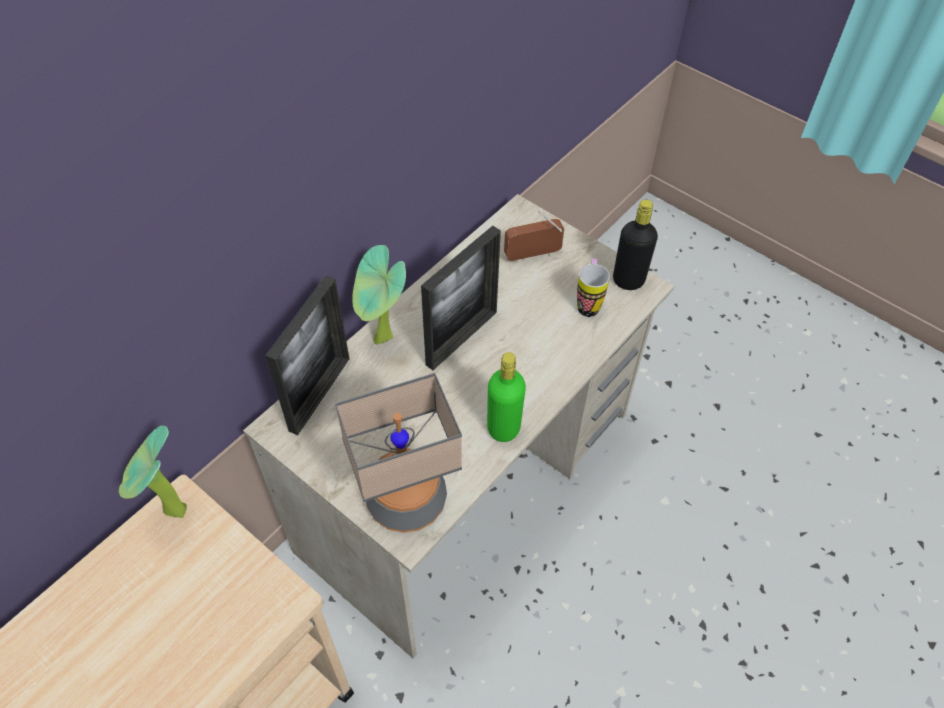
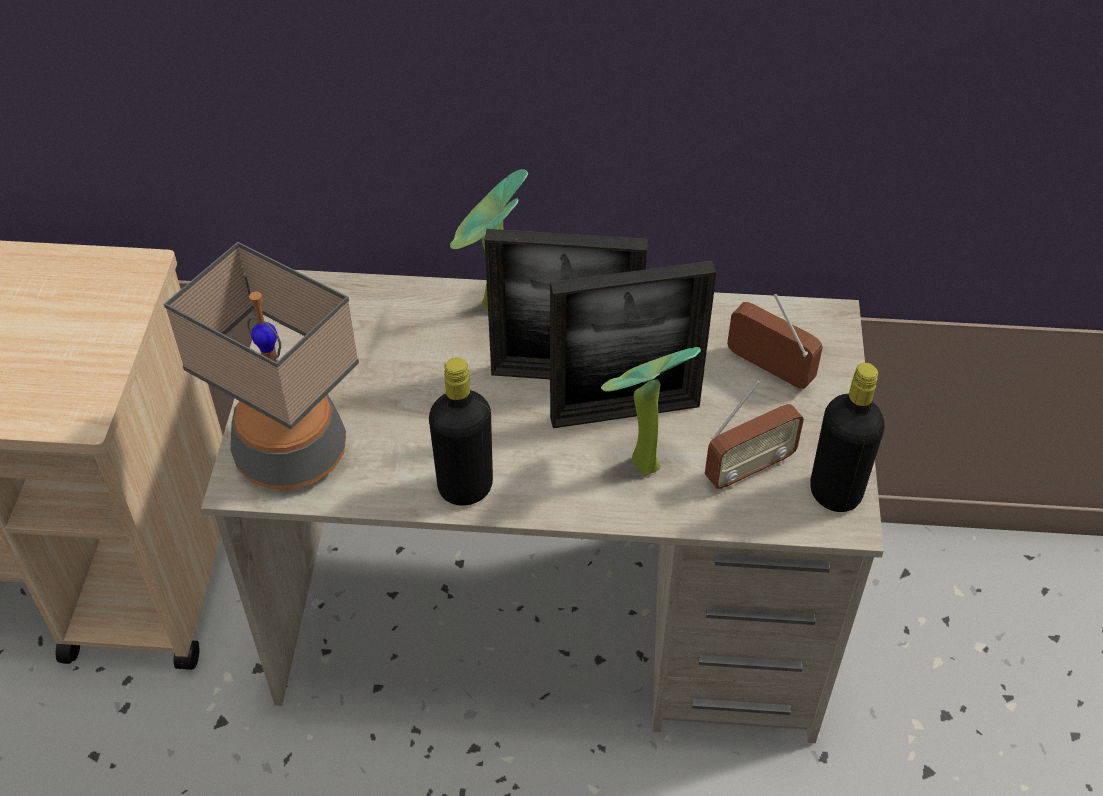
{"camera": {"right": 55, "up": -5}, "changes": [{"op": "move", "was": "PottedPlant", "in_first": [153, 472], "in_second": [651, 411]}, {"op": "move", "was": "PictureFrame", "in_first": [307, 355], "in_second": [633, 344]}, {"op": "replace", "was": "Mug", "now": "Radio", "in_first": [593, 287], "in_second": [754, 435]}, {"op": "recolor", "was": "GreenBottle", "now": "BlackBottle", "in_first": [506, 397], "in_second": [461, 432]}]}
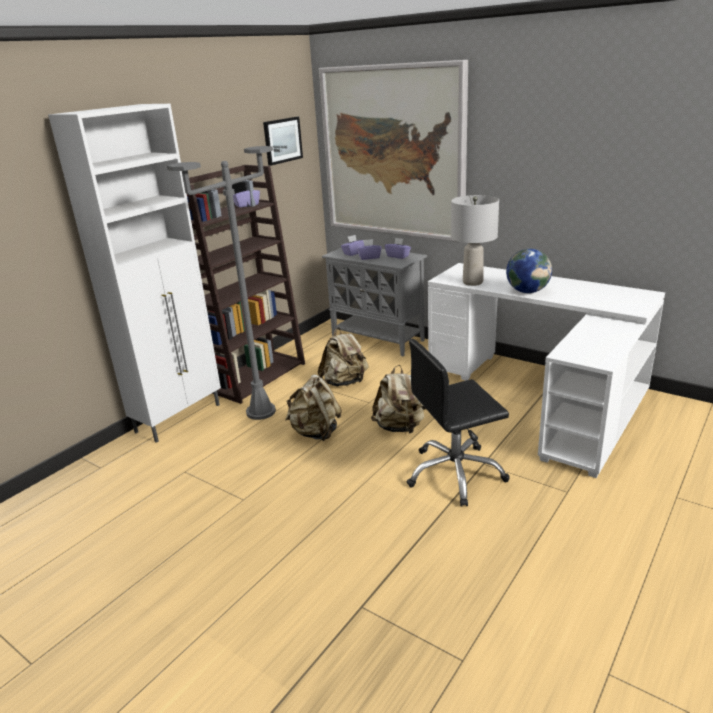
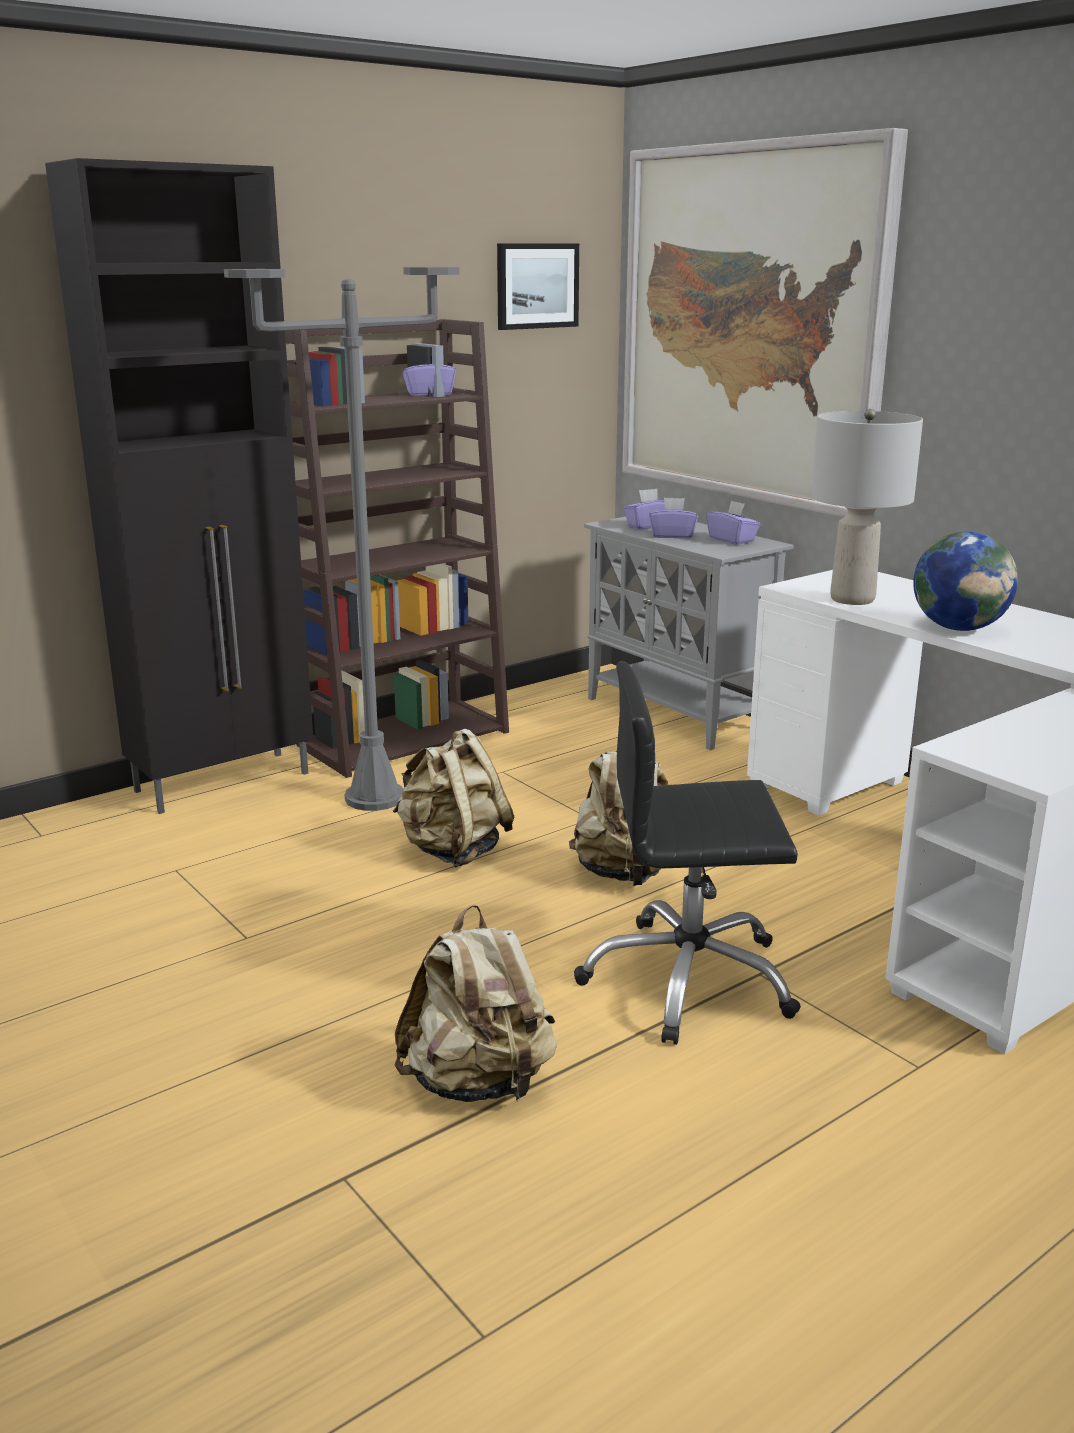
{"camera": {"right": 15, "up": -5}, "changes": [{"op": "move", "was": "BeigeBackpack", "in_first": [343, 357], "in_second": [476, 1003]}, {"op": "recolor", "was": "WhiteCabinet", "now": "BlackCabinet", "in_first": [134, 273], "in_second": [179, 486]}]}
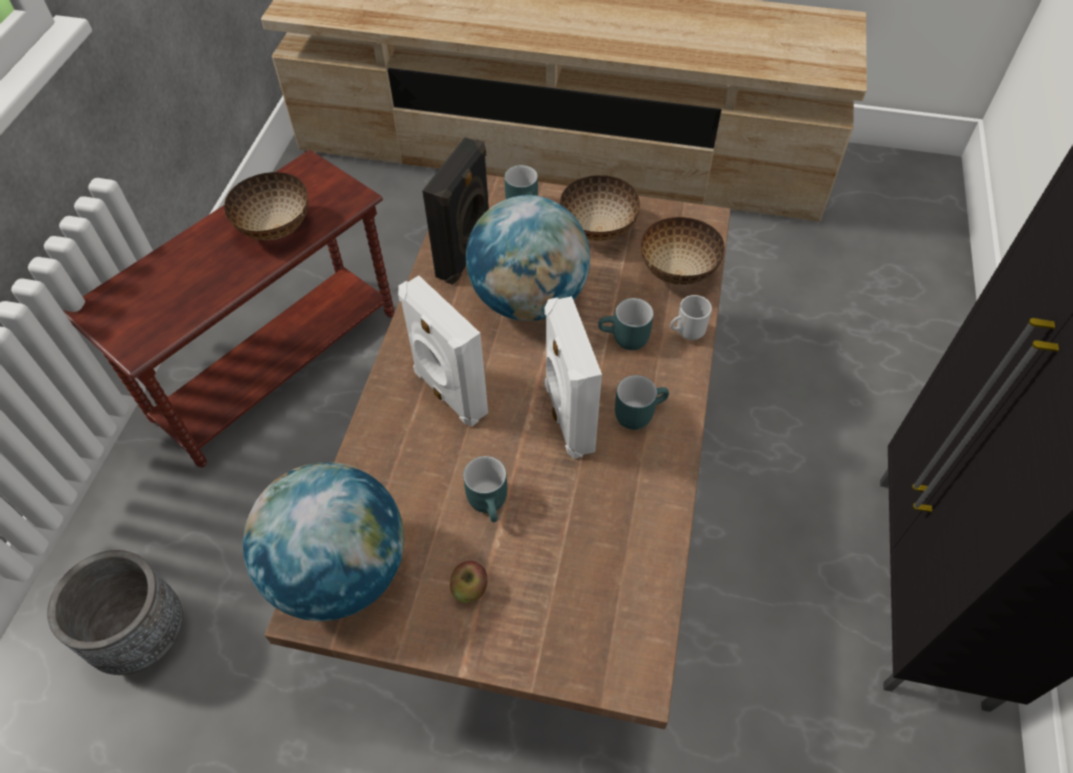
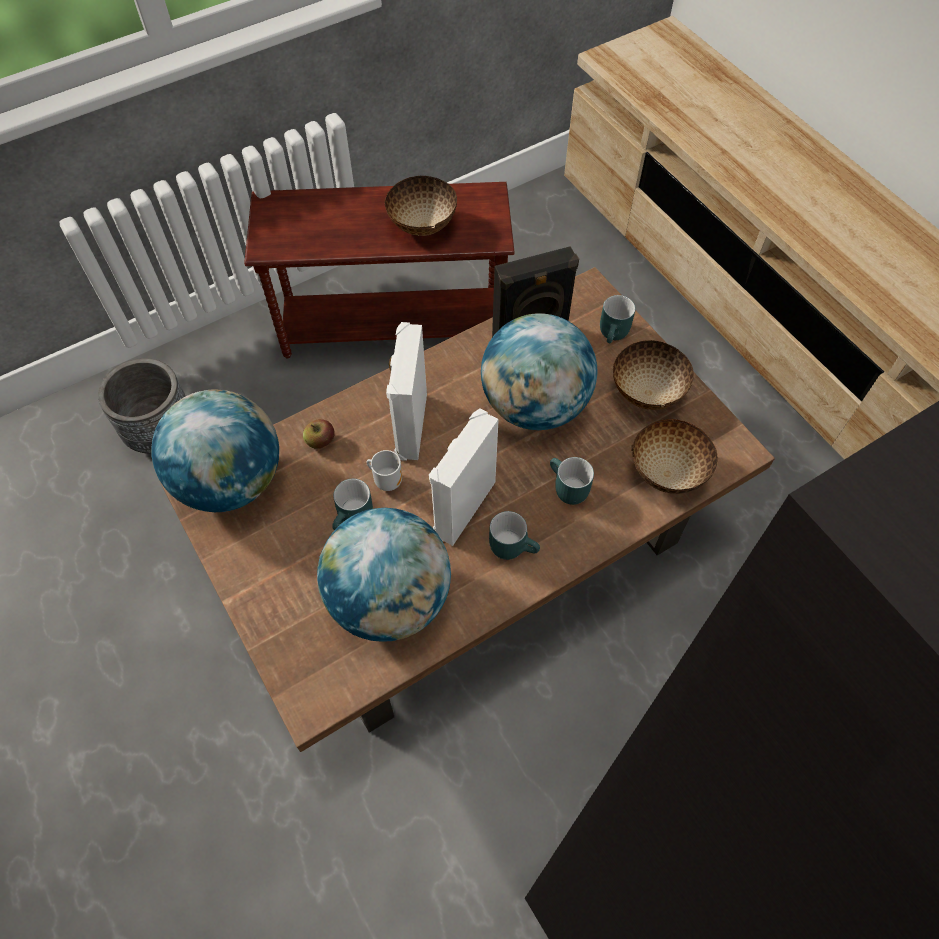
{"camera": {"right": 45, "up": 5}, "changes": [{"op": "insert", "now": "Globe", "in_second": [384, 575]}, {"op": "move", "was": "Apple", "in_first": [469, 582], "in_second": [319, 434]}, {"op": "move", "was": "Mug", "in_first": [691, 317], "in_second": [384, 470]}]}
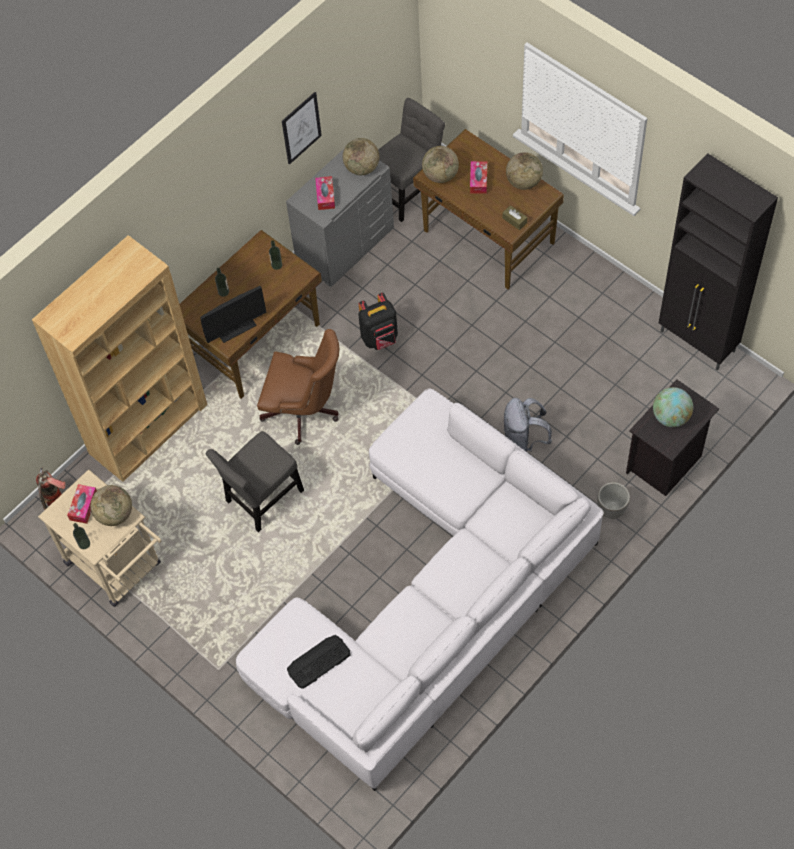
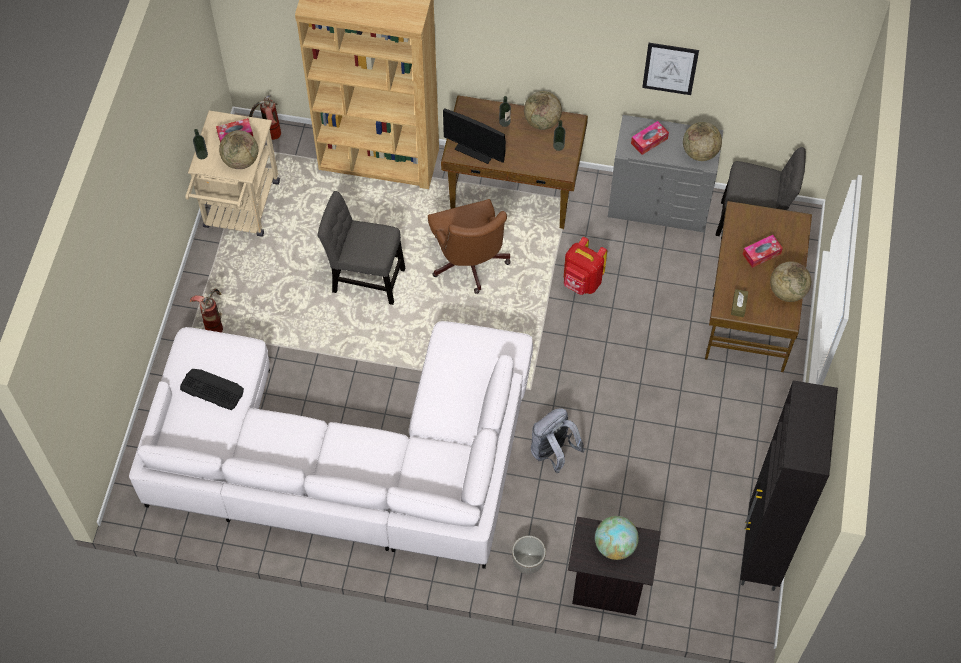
{"camera": {"right": 55, "up": 0}, "changes": [{"op": "insert", "now": "FireExtinguisher", "in_second": [206, 311]}, {"op": "move", "was": "Globe", "in_first": [440, 164], "in_second": [543, 110]}, {"op": "recolor", "was": "BlackBackpack", "now": "RedBackpack", "in_first": [378, 321], "in_second": [585, 266]}]}
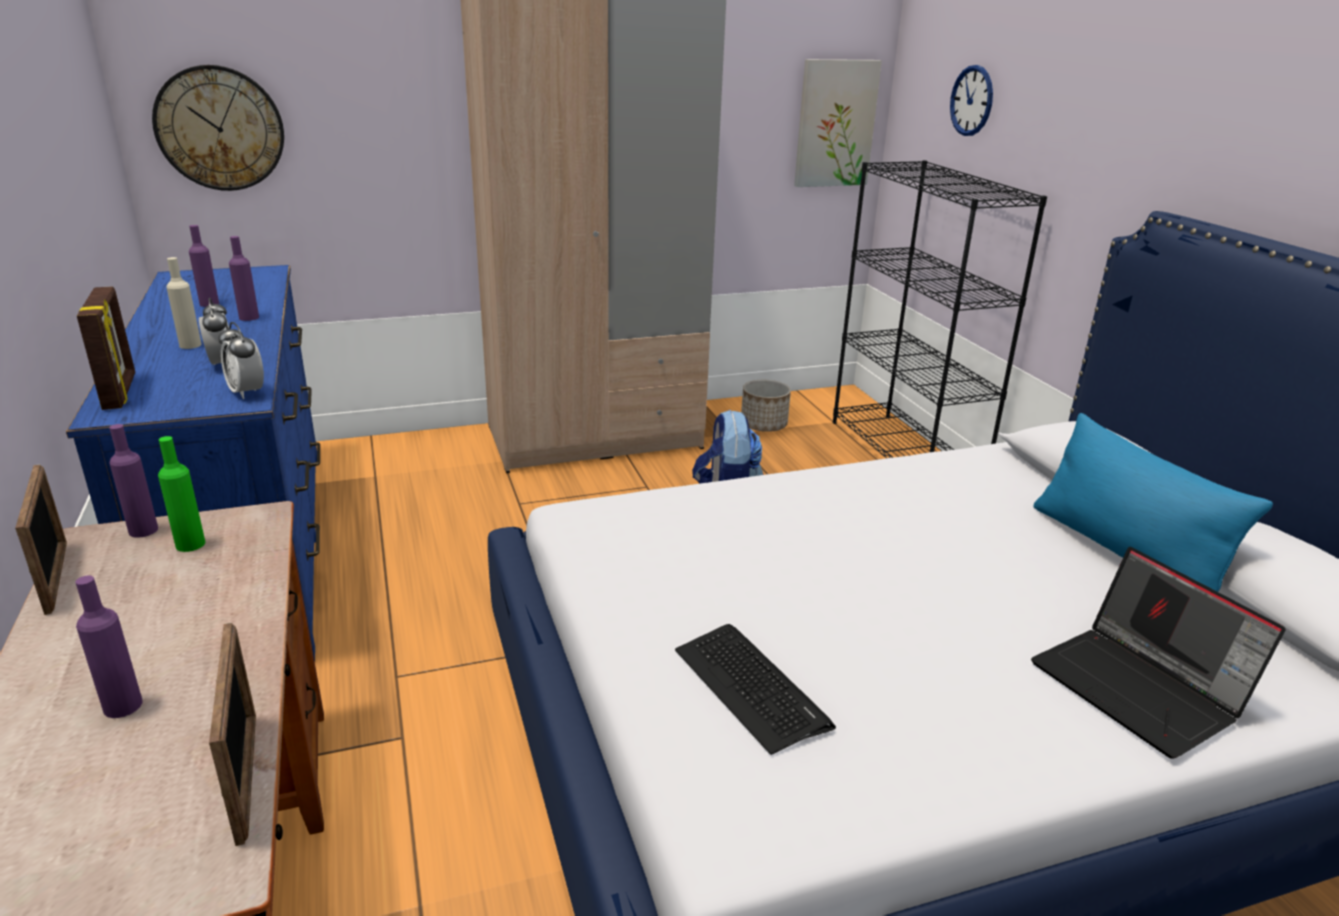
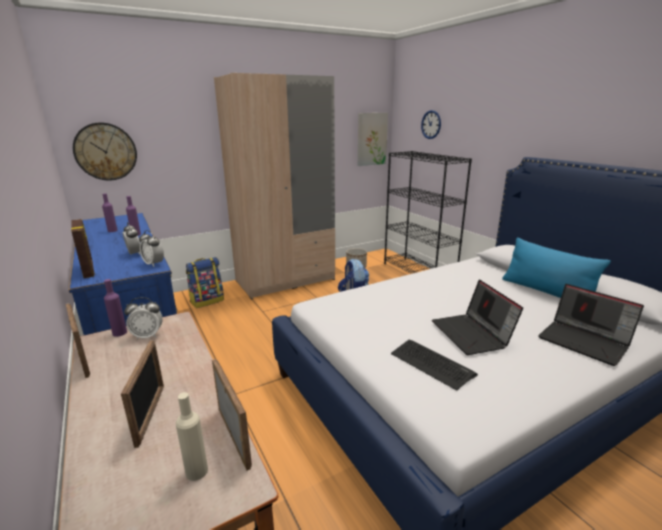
{"camera": {"right": -10, "up": -5}, "changes": [{"op": "insert", "now": "Backpack", "in_second": [205, 282]}, {"op": "insert", "now": "Laptop", "in_second": [477, 317]}, {"op": "move", "was": "BeigeBottle", "in_first": [184, 303], "in_second": [192, 436]}, {"op": "replace", "was": "PurpleBottle", "now": "PictureFrame", "in_first": [109, 647], "in_second": [142, 394]}, {"op": "replace", "was": "GreenBottle", "now": "AlarmClock", "in_first": [181, 494], "in_second": [143, 318]}]}
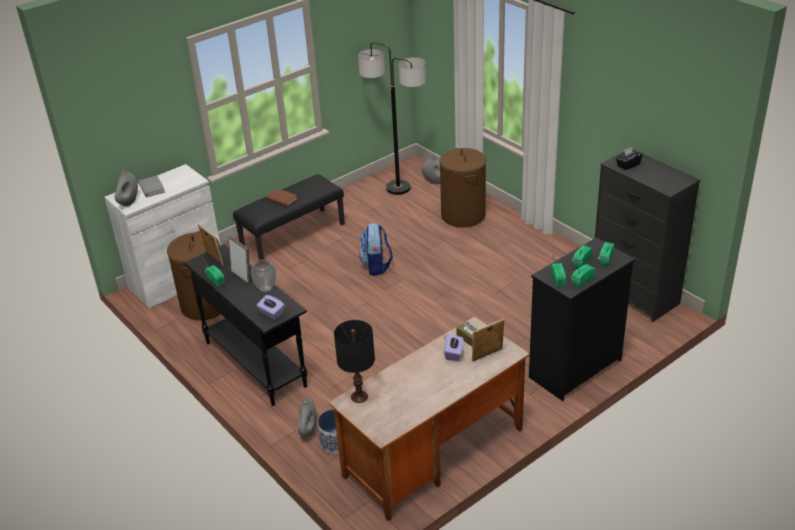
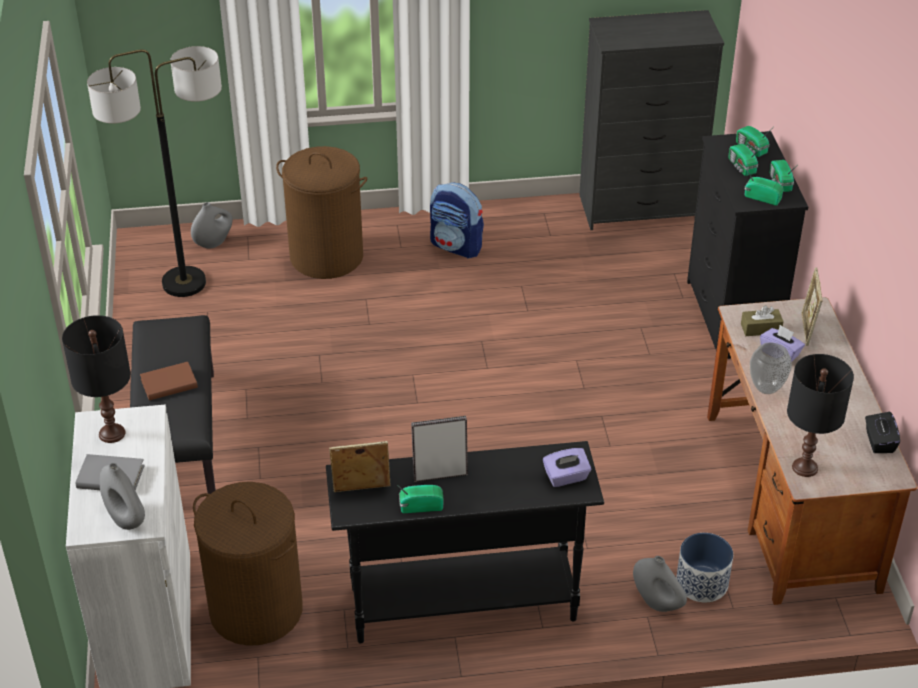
{"camera": {"right": -60, "up": 5}, "changes": [{"op": "insert", "now": "BlackTableLamp", "in_second": [96, 379]}, {"op": "move", "was": "Vase", "in_first": [263, 275], "in_second": [771, 368]}, {"op": "move", "was": "Backpack", "in_first": [376, 249], "in_second": [457, 220]}, {"op": "move", "was": "BlackTissueBox", "in_first": [629, 158], "in_second": [882, 432]}]}
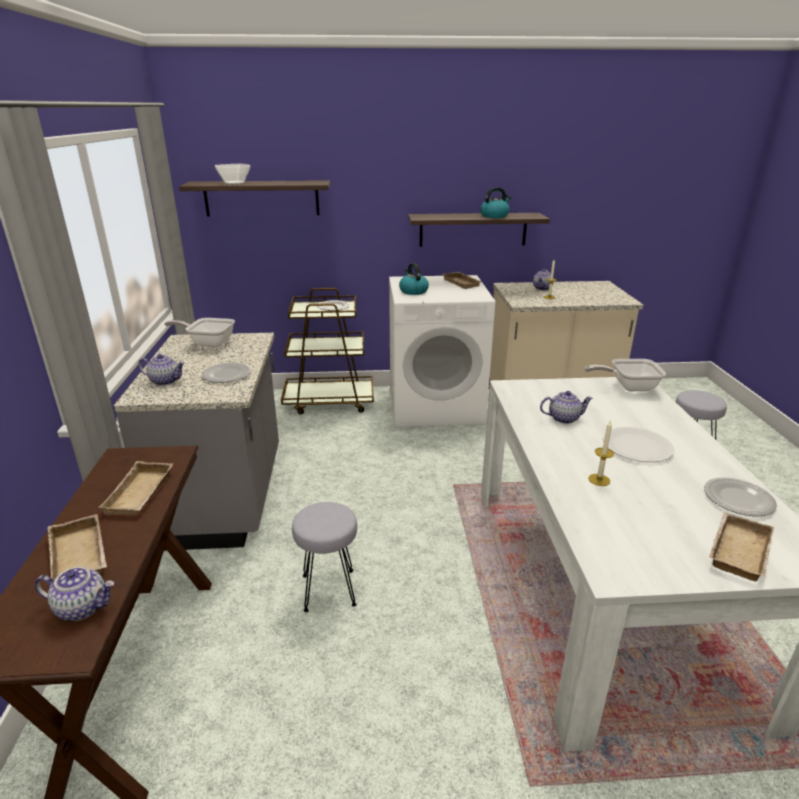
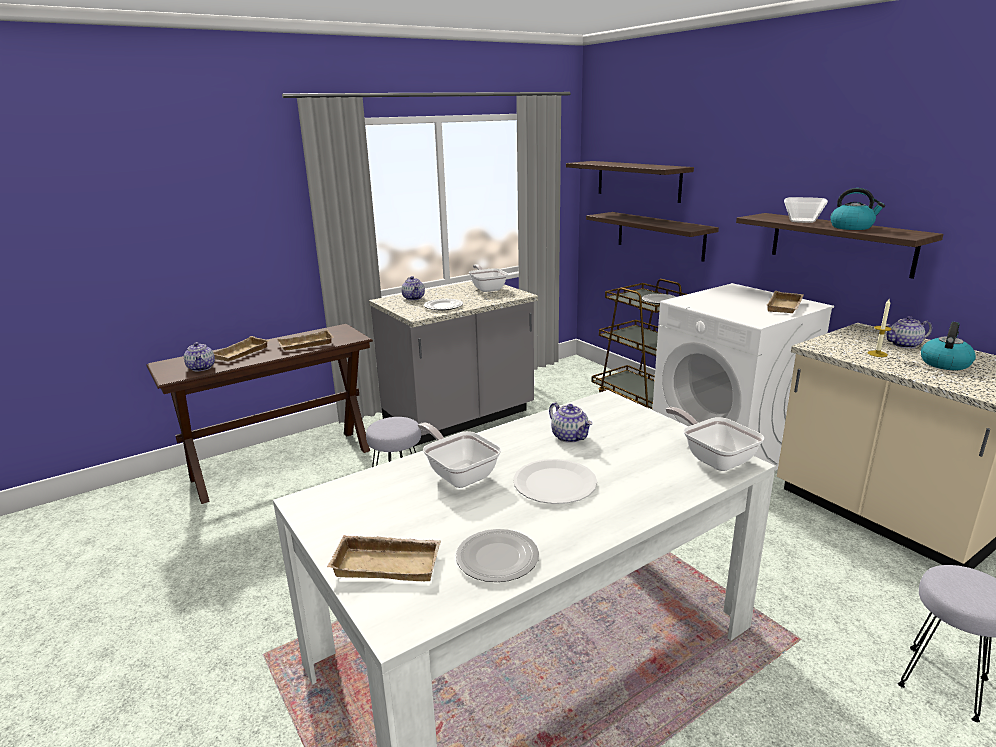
{"camera": {"right": 60, "up": -5}, "changes": [{"op": "insert", "now": "Shelf", "in_second": [652, 237]}, {"op": "move", "was": "Bowl", "in_first": [232, 174], "in_second": [806, 210]}, {"op": "move", "was": "Kettle", "in_first": [414, 279], "in_second": [948, 346]}, {"op": "replace", "was": "Candle", "now": "FryingPan", "in_first": [601, 453], "in_second": [459, 455]}]}
